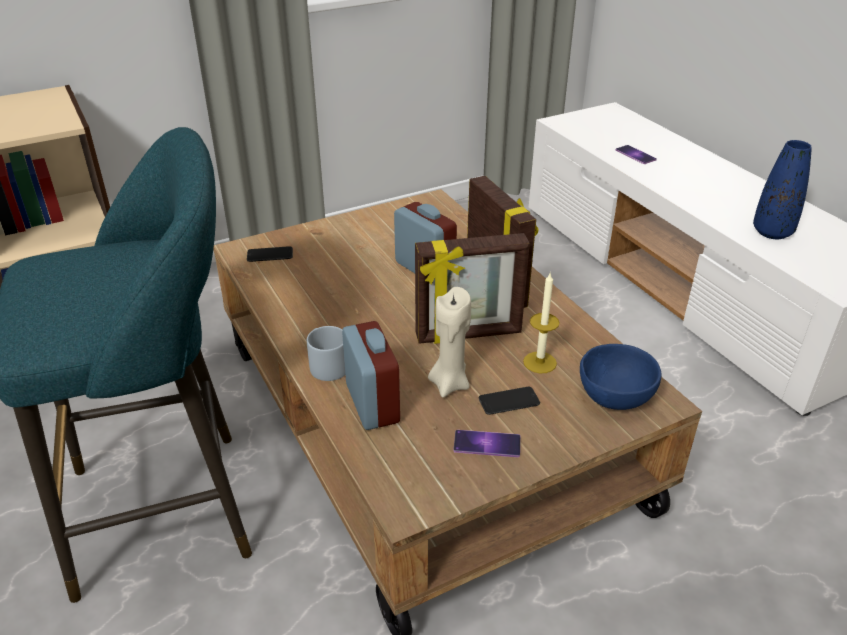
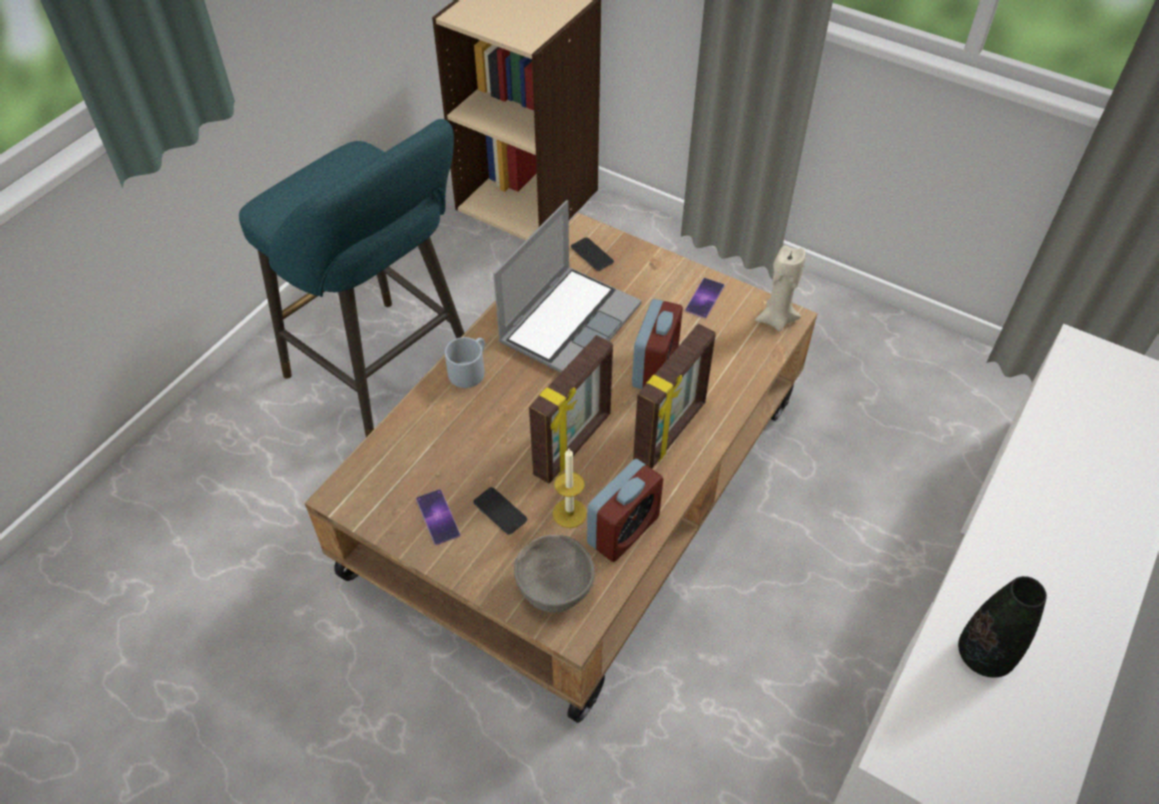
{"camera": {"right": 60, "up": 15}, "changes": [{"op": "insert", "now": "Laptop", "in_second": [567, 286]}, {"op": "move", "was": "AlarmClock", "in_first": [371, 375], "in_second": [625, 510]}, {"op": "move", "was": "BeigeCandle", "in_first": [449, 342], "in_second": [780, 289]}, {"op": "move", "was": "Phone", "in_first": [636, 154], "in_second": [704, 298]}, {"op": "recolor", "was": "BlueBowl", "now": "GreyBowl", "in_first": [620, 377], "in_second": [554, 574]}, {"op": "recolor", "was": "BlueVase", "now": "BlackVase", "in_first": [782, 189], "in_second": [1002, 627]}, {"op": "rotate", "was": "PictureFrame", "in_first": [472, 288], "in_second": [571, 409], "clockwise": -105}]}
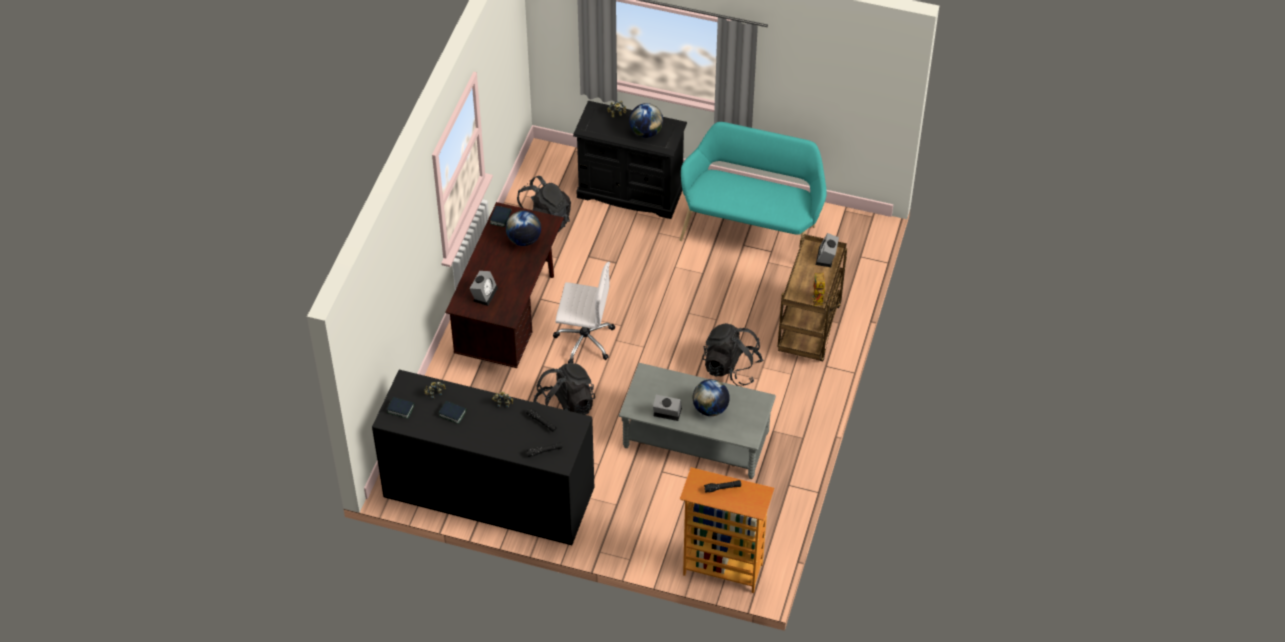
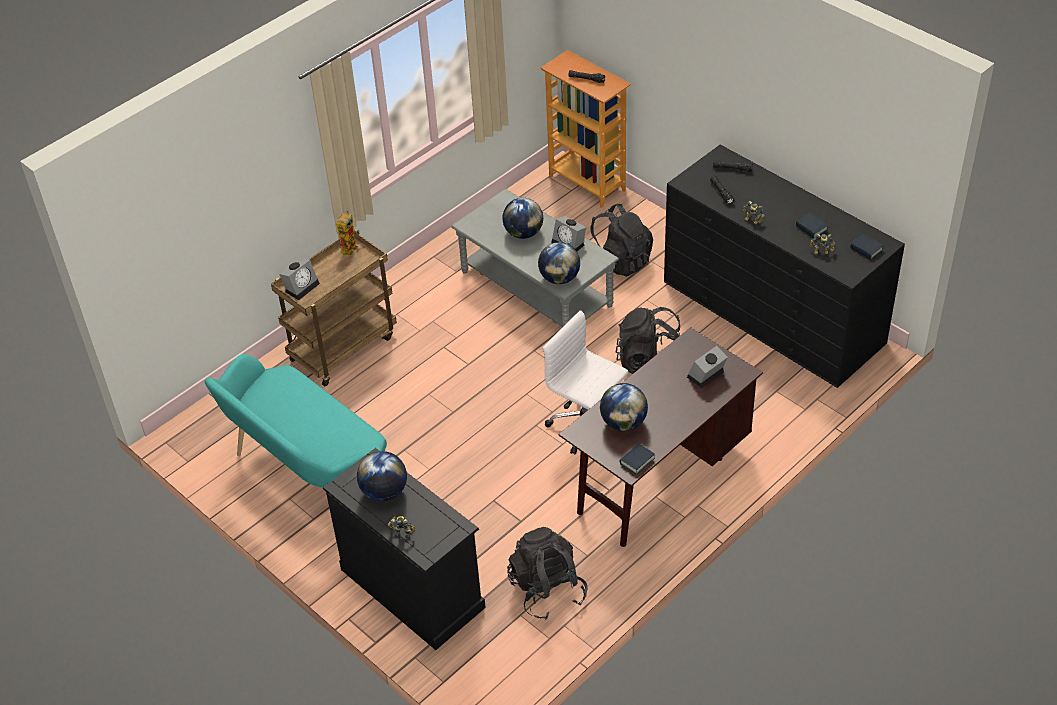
{"camera": {"right": -150, "up": -5}, "changes": [{"op": "insert", "now": "Globe", "in_second": [559, 263]}, {"op": "move", "was": "BlackBackpack", "in_first": [733, 354], "in_second": [621, 240]}]}
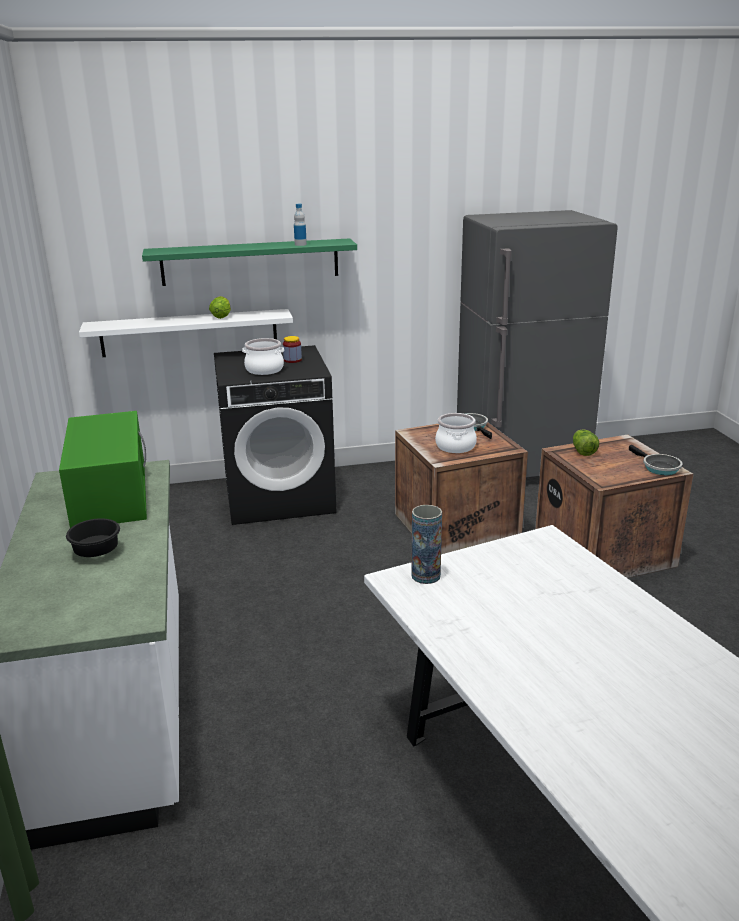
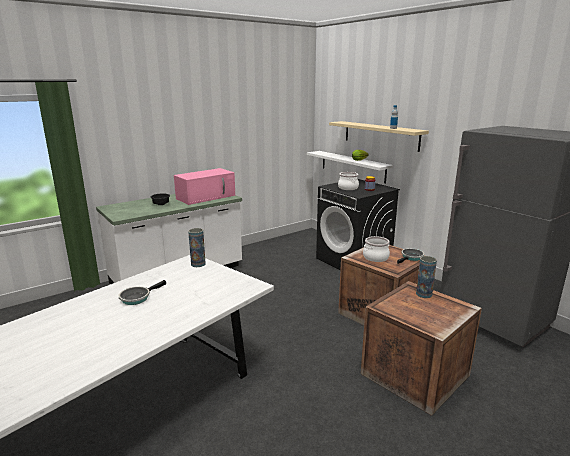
{"camera": {"right": 65, "up": -5}, "changes": [{"op": "move", "was": "FryingPan", "in_first": [656, 460], "in_second": [142, 292]}, {"op": "replace", "was": "Lettuce", "now": "Vase", "in_first": [586, 442], "in_second": [426, 277]}, {"op": "recolor", "was": "GreenMicrowave", "now": "PinkMicrowave", "in_first": [103, 469], "in_second": [204, 186]}, {"op": "recolor", "was": "GreenShelf", "now": "BeigeShelf", "in_first": [249, 262], "in_second": [379, 136]}]}
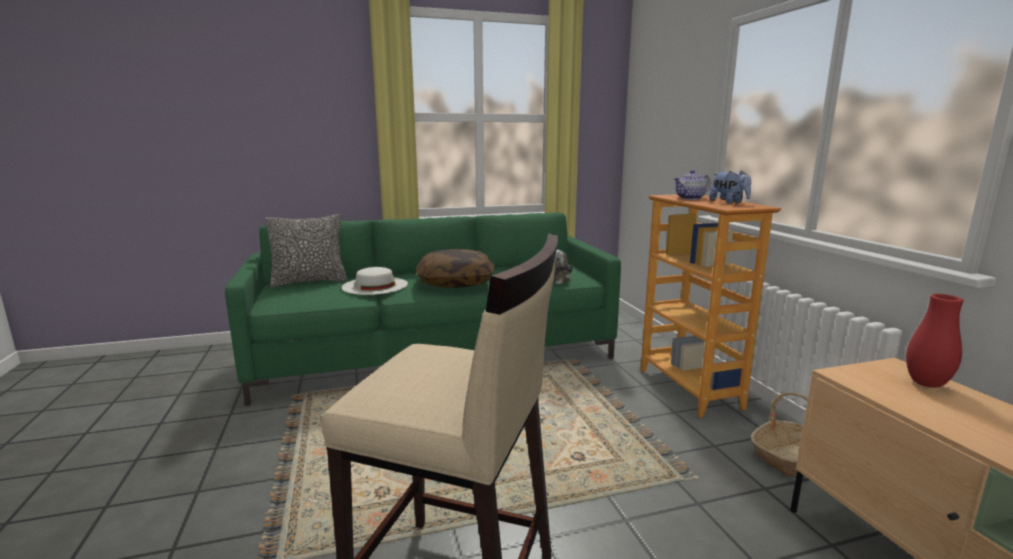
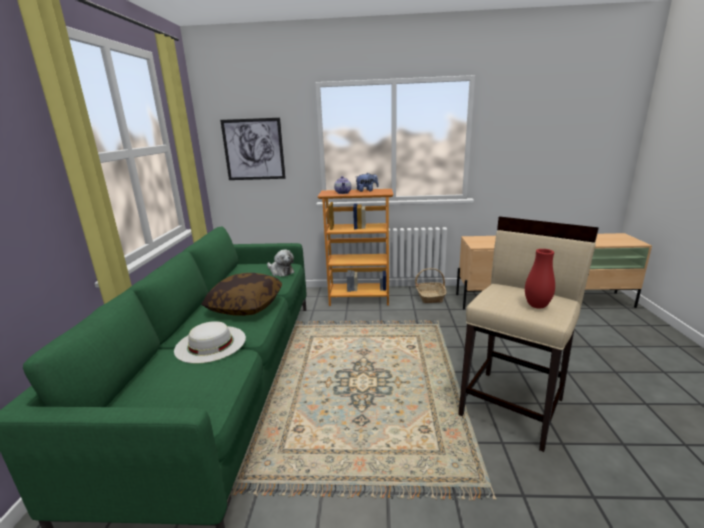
{"camera": {"right": -70, "up": 5}, "changes": [{"op": "delete", "was": "Pillow", "in_first": [306, 250]}, {"op": "insert", "now": "Picture", "in_second": [253, 149]}, {"op": "move", "was": "RedVase", "in_first": [935, 341], "in_second": [540, 279]}]}
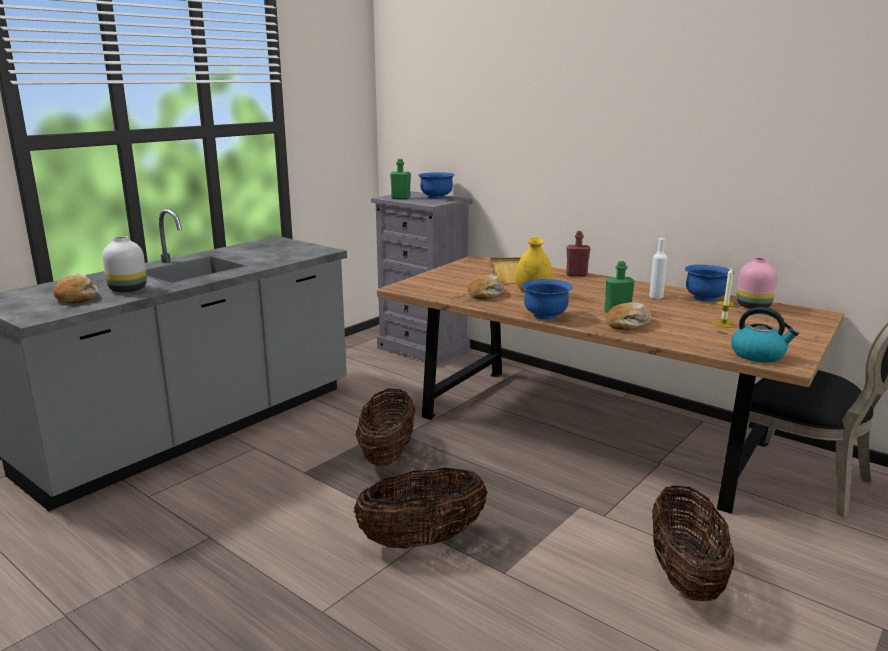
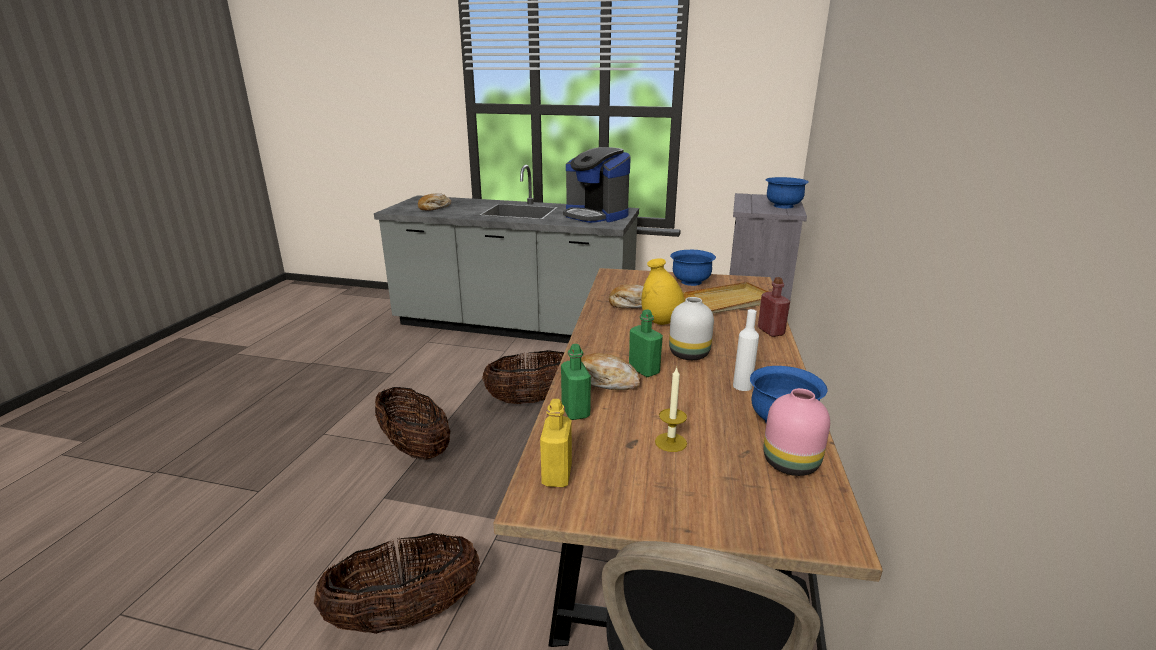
{"camera": {"right": 65, "up": 5}, "changes": [{"op": "insert", "now": "CoffeeMachine", "in_second": [597, 185]}, {"op": "move", "was": "WhiteVase", "in_first": [124, 264], "in_second": [691, 328]}, {"op": "move", "was": "GreenBottle", "in_first": [400, 179], "in_second": [576, 382]}, {"op": "move", "was": "BlueBowl", "in_first": [547, 299], "in_second": [693, 268]}, {"op": "replace", "was": "Kettle", "now": "YellowBottle", "in_first": [765, 334], "in_second": [556, 443]}]}
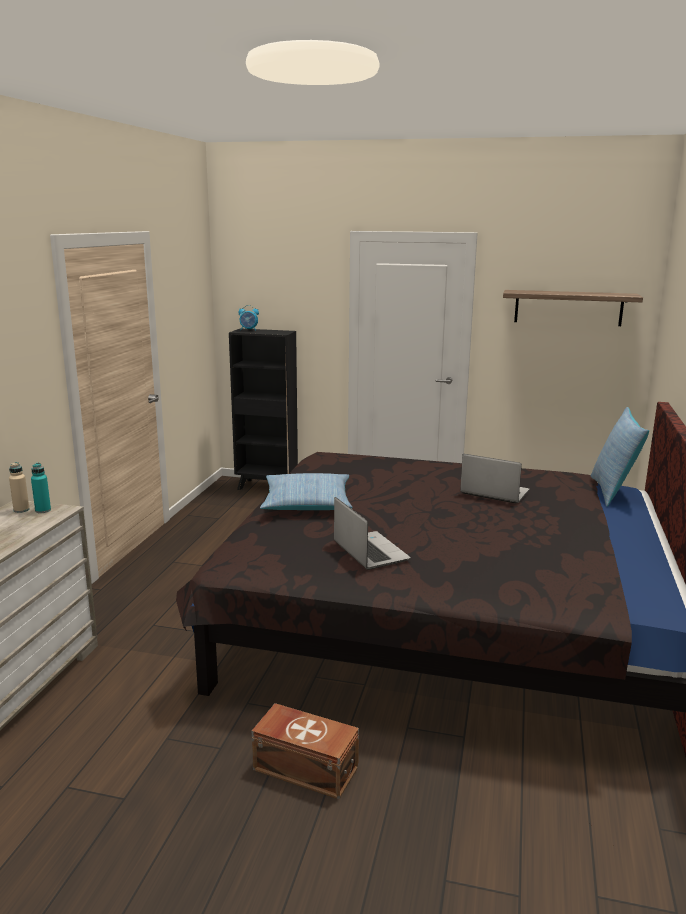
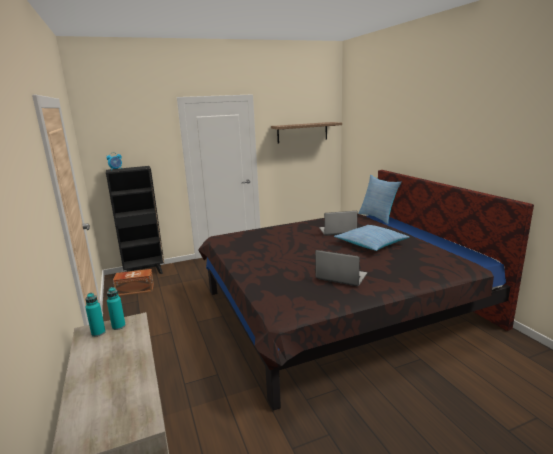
{"camera": {"right": -35, "up": 0}, "changes": [{"op": "move", "was": "BrownStorageBox", "in_first": [305, 751], "in_second": [133, 282]}, {"op": "move", "was": "Pillow", "in_first": [306, 491], "in_second": [371, 238]}, {"op": "recolor", "was": "BeigeBottle", "now": "TurquoiseBottle", "in_first": [19, 487], "in_second": [95, 315]}]}
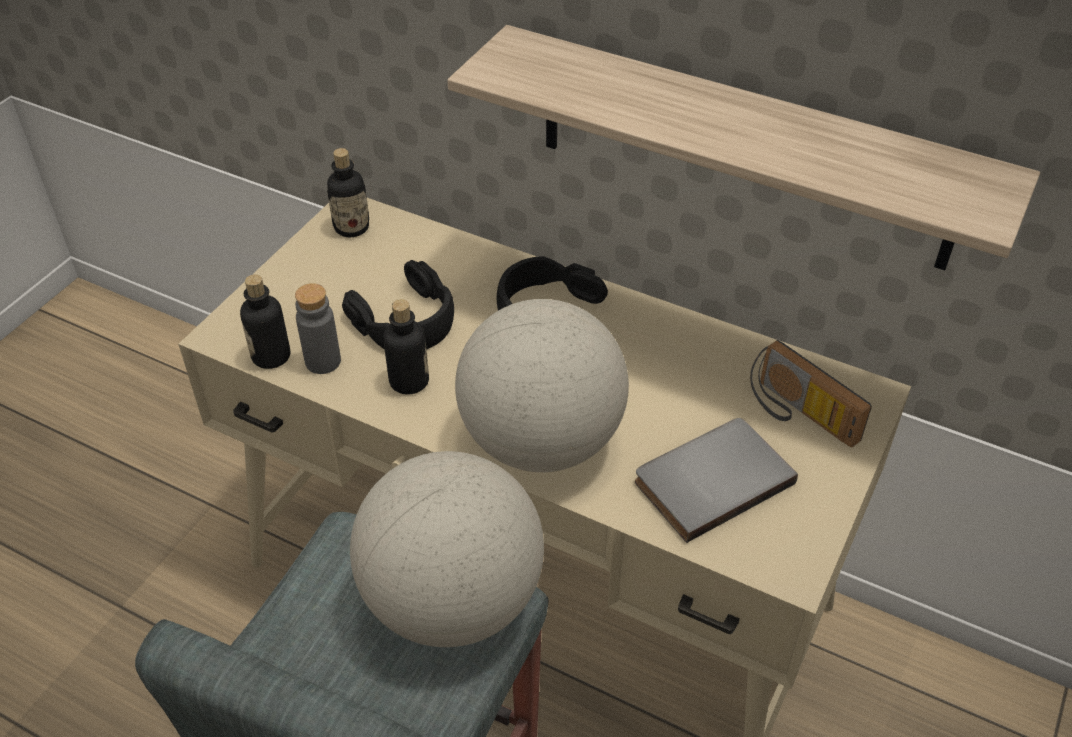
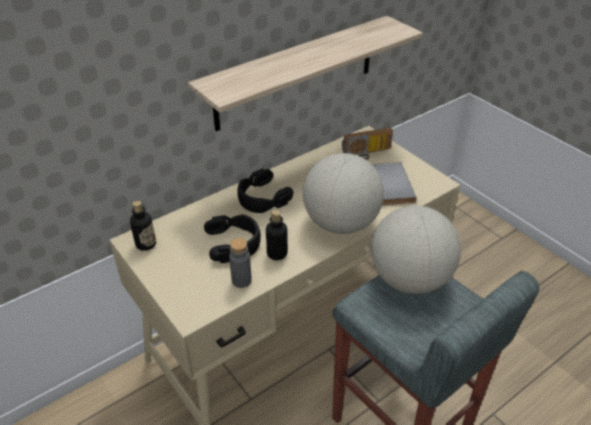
{"camera": {"right": -65, "up": -5}, "changes": [{"op": "delete", "was": "Bottle", "in_first": [265, 321]}]}
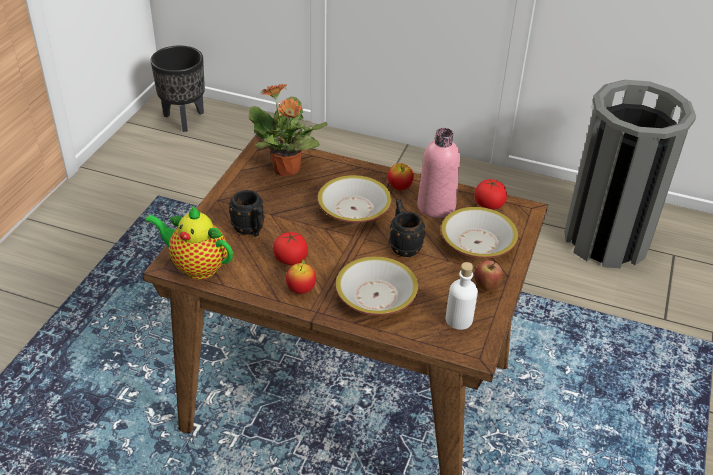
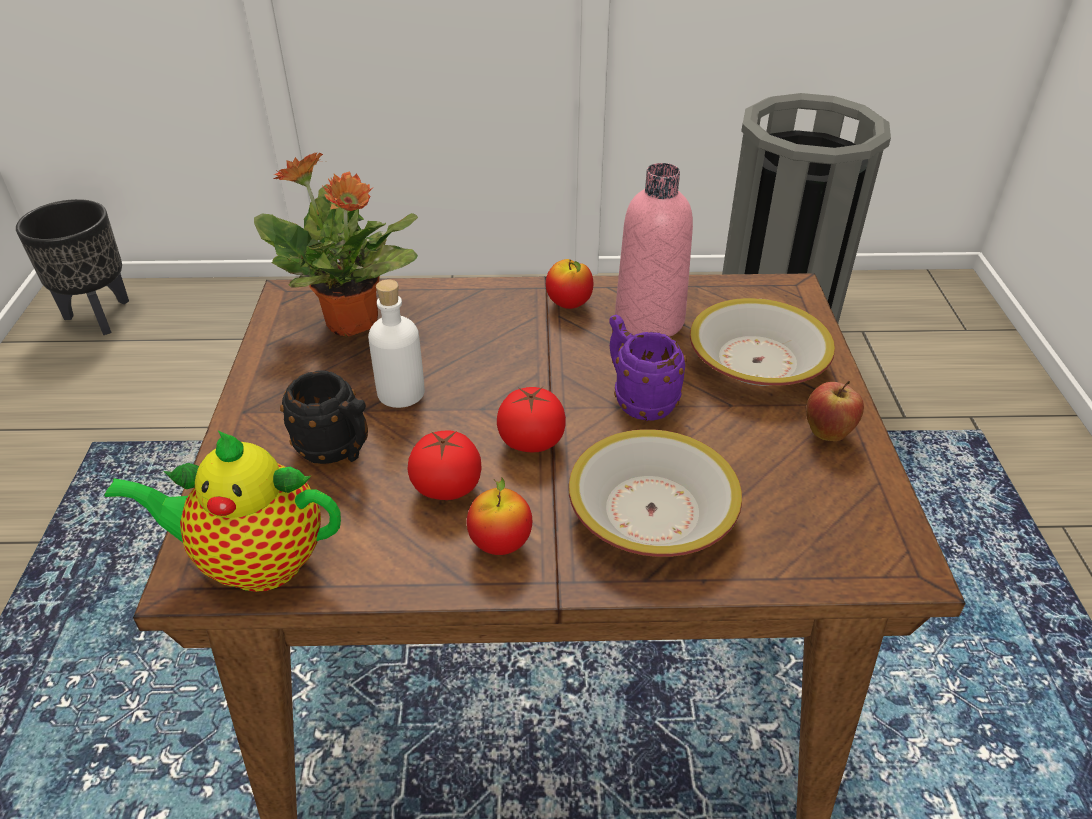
{"camera": {"right": -20, "up": 0}, "changes": [{"op": "delete", "was": "Bowl", "in_first": [354, 198]}, {"op": "move", "was": "WhiteBottle", "in_first": [462, 296], "in_second": [396, 344]}, {"op": "move", "was": "Tomato", "in_first": [491, 194], "in_second": [531, 419]}, {"op": "recolor", "was": "BlackMug", "now": "PurpleMug", "in_first": [407, 228], "in_second": [648, 368]}]}
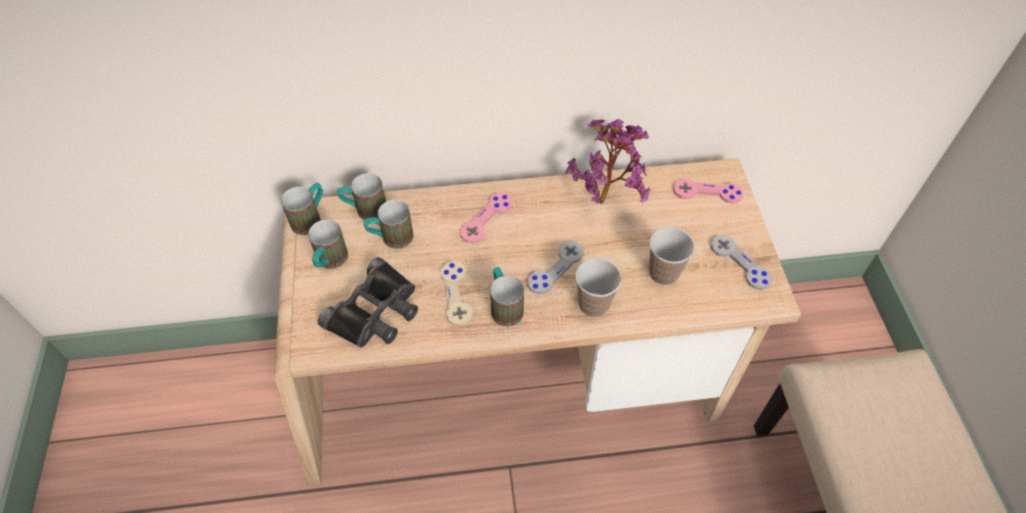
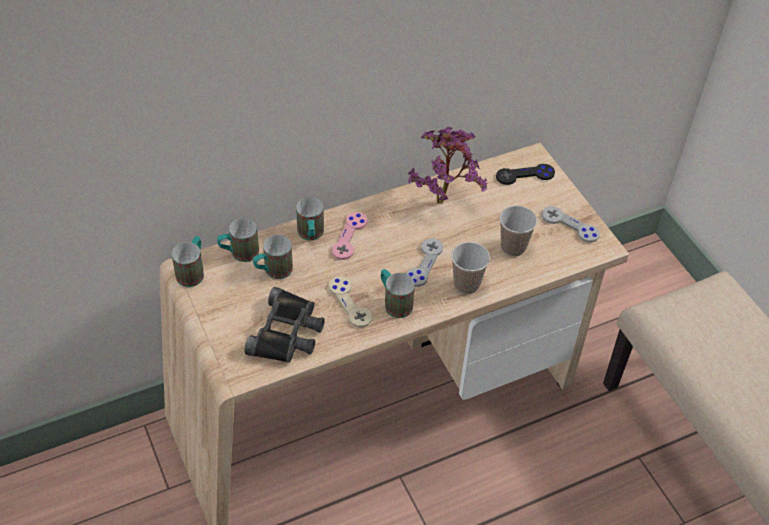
{"camera": {"right": -20, "up": -5}, "changes": [{"op": "move", "was": "Mug", "in_first": [328, 244], "in_second": [310, 219]}, {"op": "recolor", "was": "PinkGameController", "now": "BlackGameController", "in_first": [708, 191], "in_second": [525, 174]}]}
